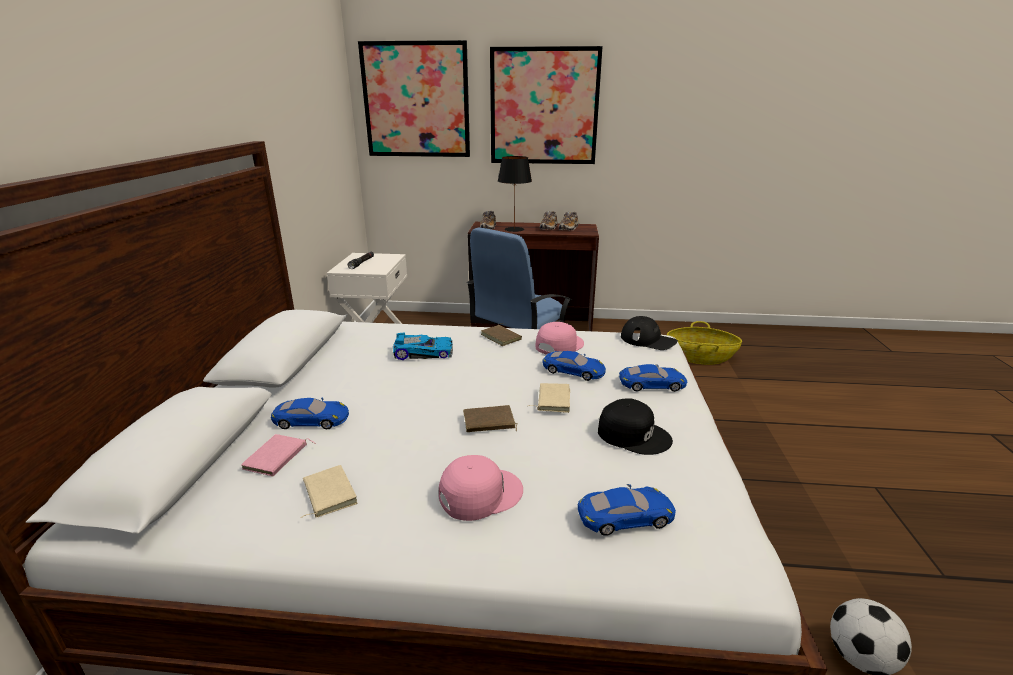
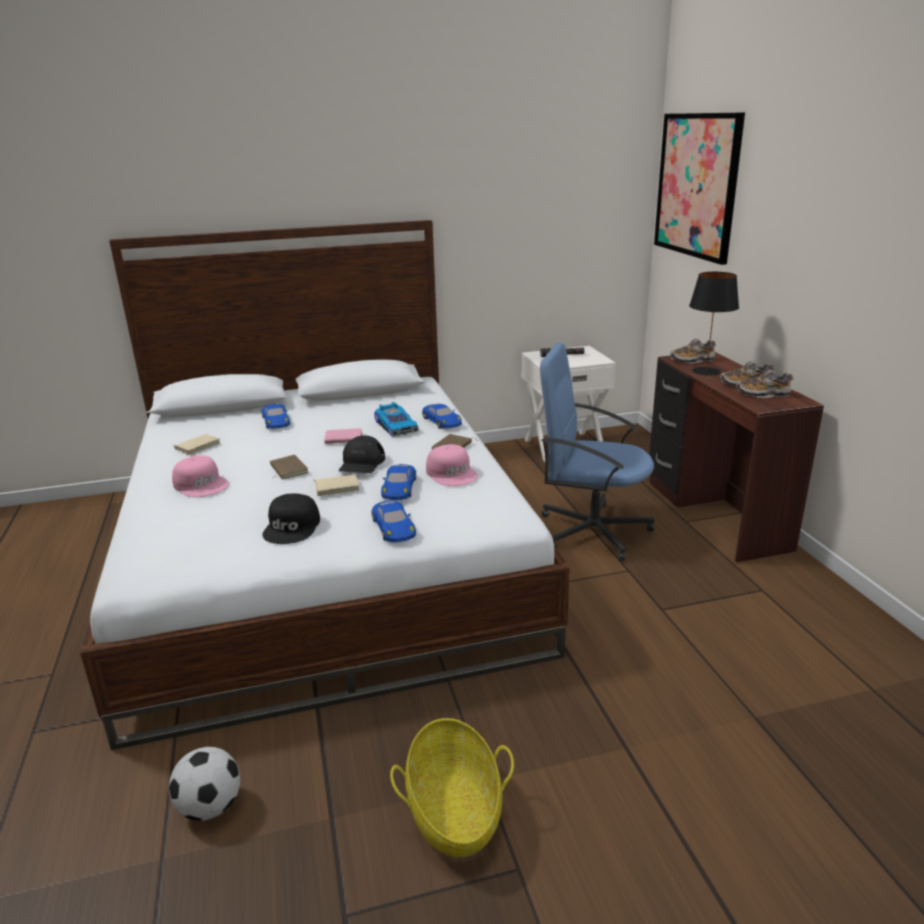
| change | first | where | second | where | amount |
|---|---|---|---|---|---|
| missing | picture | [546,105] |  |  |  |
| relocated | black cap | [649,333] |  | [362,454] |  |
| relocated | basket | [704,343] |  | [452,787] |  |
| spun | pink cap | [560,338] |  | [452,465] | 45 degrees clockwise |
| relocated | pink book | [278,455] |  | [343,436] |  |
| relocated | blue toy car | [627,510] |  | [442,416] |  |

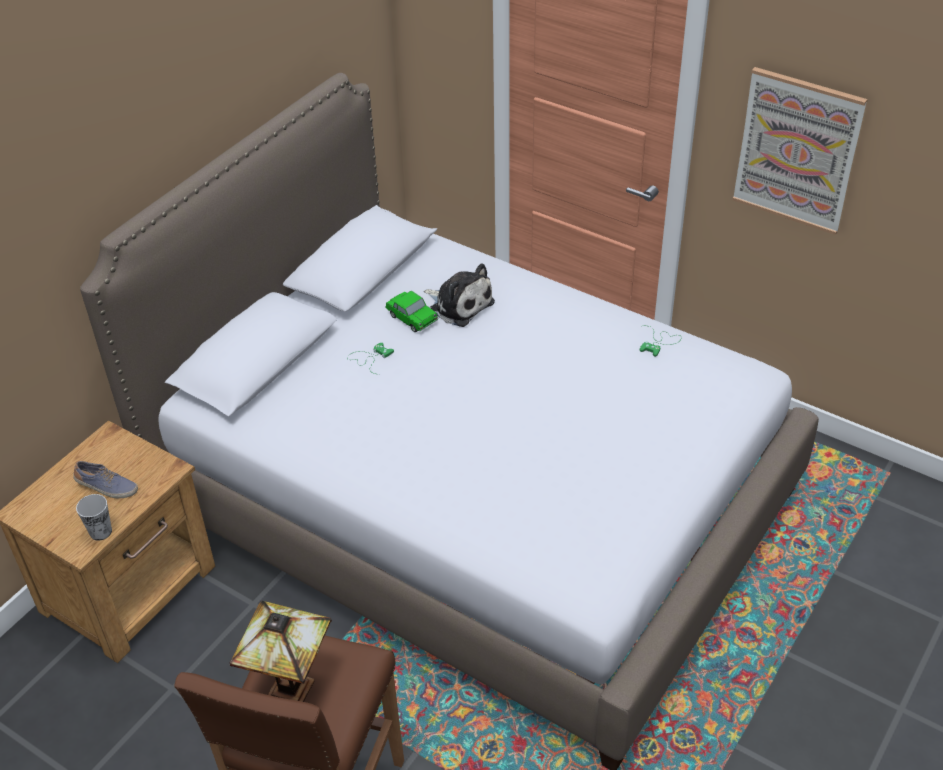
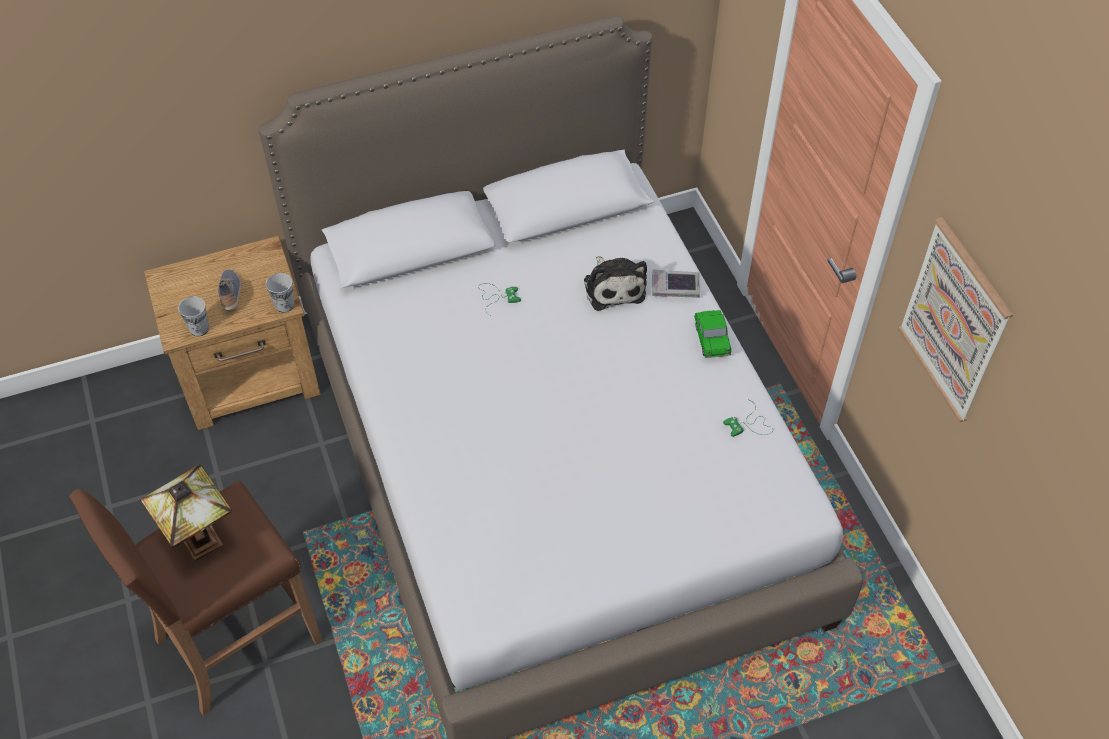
| change | first | where | second | where | amount |
|---|---|---|---|---|---|
| relocated | toy car | [411,311] |  | [712,334] |  |
| spun | shoe | [105,479] |  | [230,290] | 150 degrees counterclockwise |
| appeared |  |  | book | [676,283] |  |
| appeared |  |  | cup | [280,293] |  |

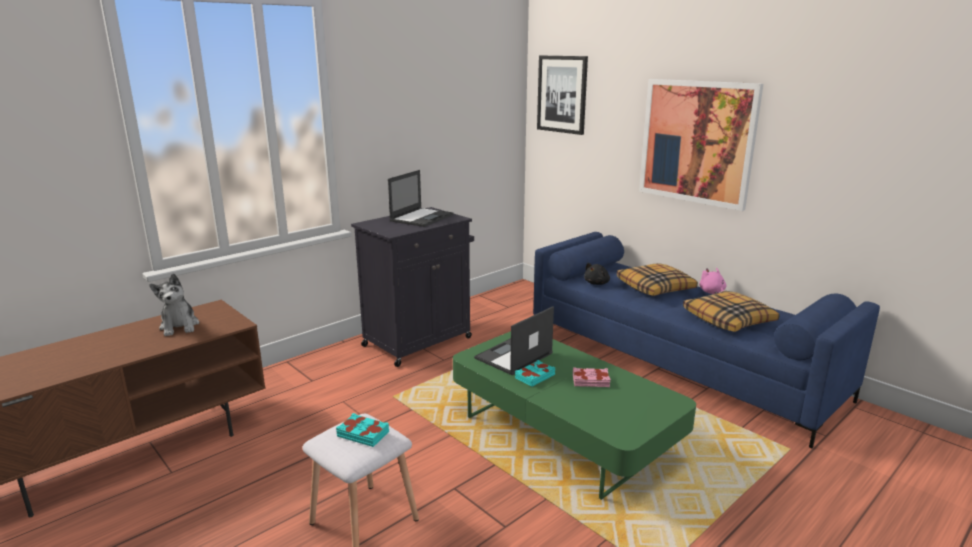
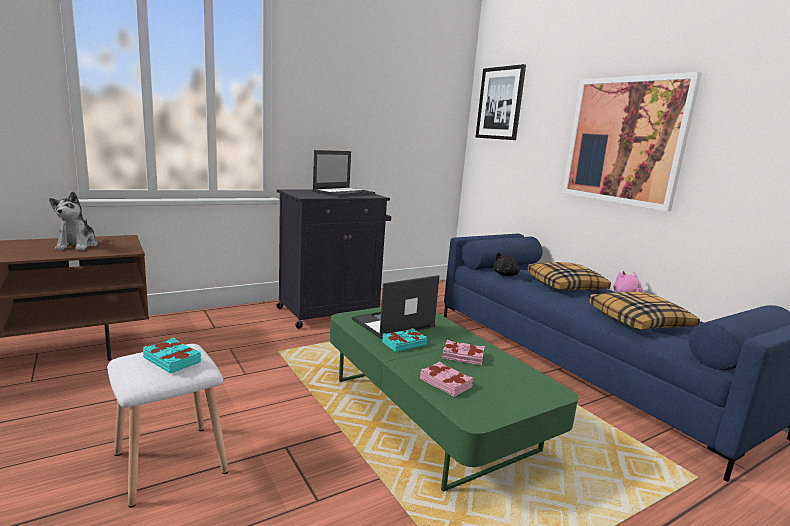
| change | first | where | second | where | amount |
|---|---|---|---|---|---|
| appeared |  |  | pink book | [446,379] |  |

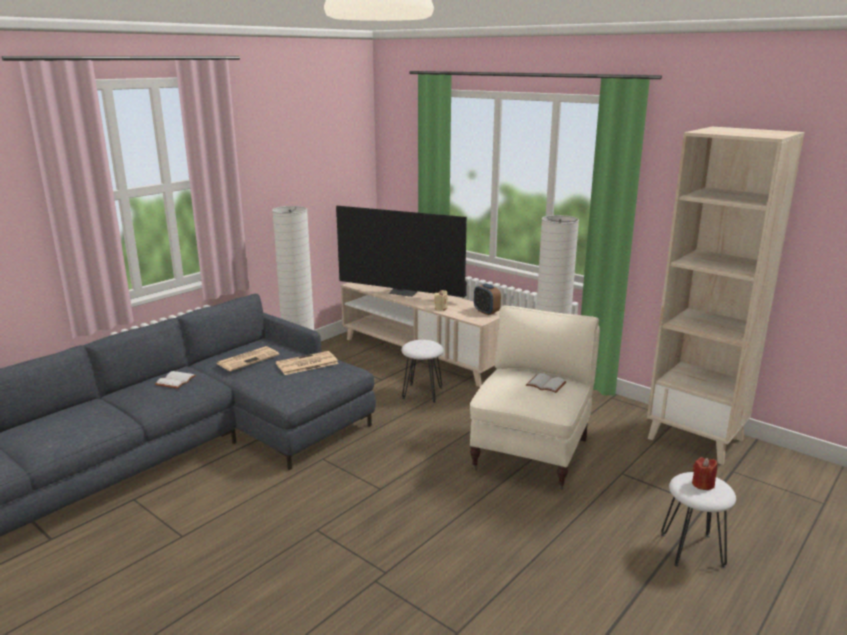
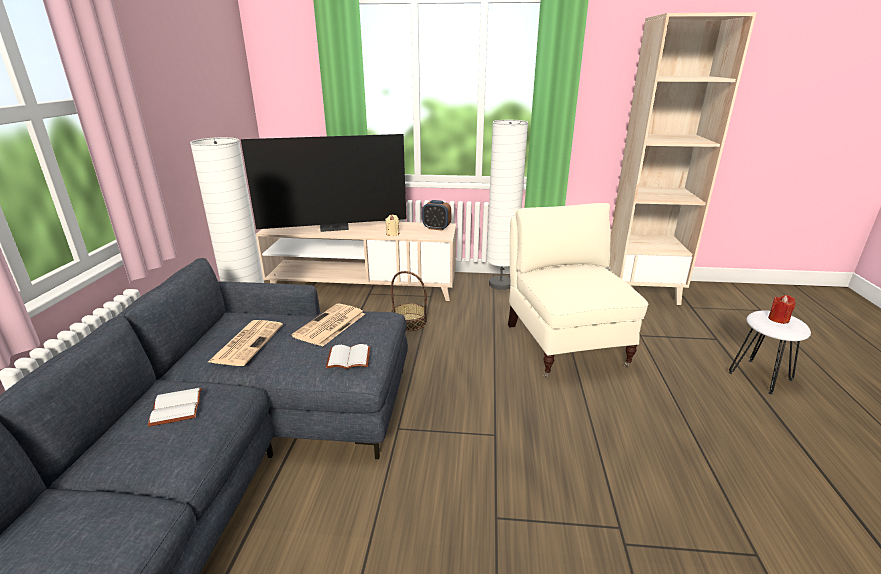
| change | first | where | second | where | amount |
|---|---|---|---|---|---|
| exchanged | white stool | [422,371] | basket | [409,301] |  |
| relocated | white book | [546,383] |  | [348,356] |  |

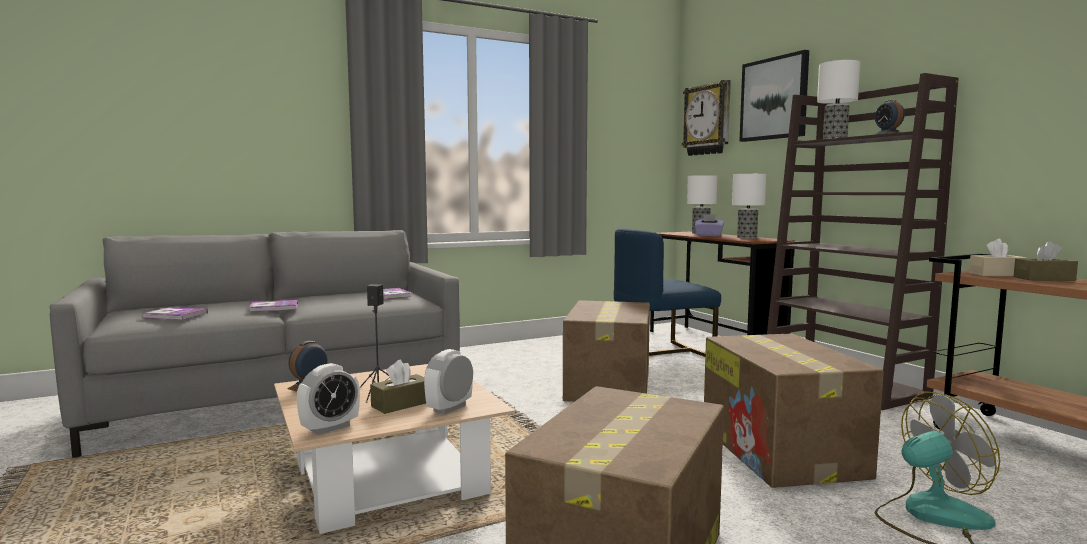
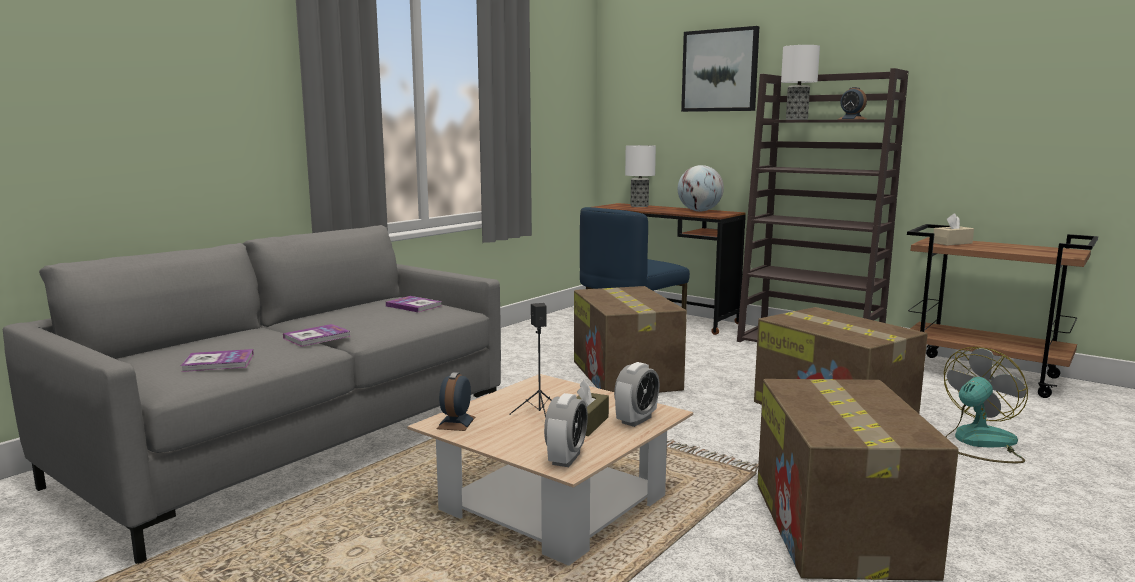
| change | first | where | second | where | amount |
|---|---|---|---|---|---|
| missing | wall clock | [706,118] |  |  |  |
| exchanged | table lamp | [749,206] | globe | [701,188] |  |
| missing | purple tissue box | [709,225] |  |  |  |
| missing | brown tissue box | [1046,261] |  |  |  |
| spun | alarm clock | [448,381] |  | [637,394] | 150 degrees counterclockwise |

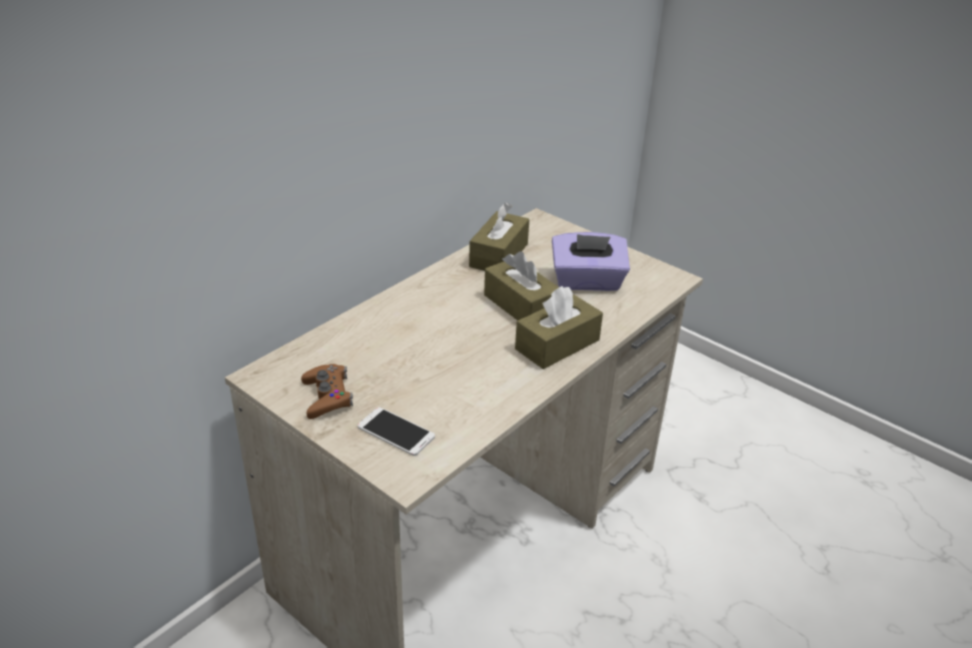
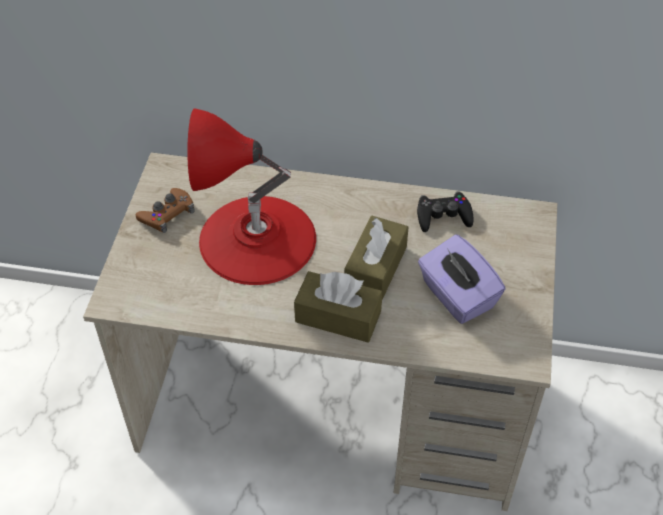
| change | first | where | second | where | amount |
|---|---|---|---|---|---|
| exchanged | brown tissue box | [499,236] | black game controller | [445,211] |  |
| missing | phone | [396,431] |  |  |  |
| appeared |  |  | red table lamp | [251,196] |  |

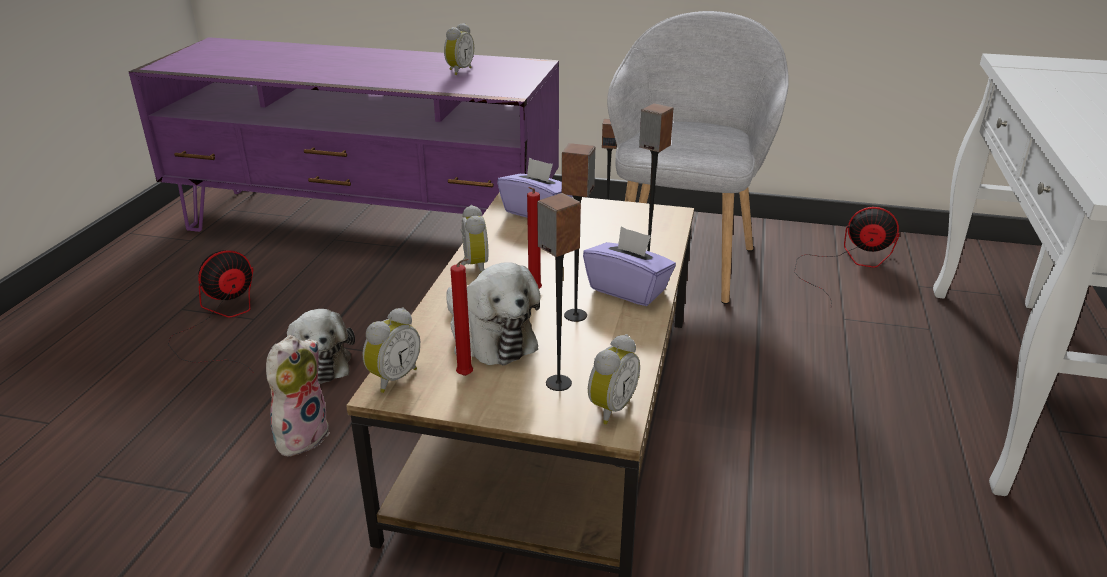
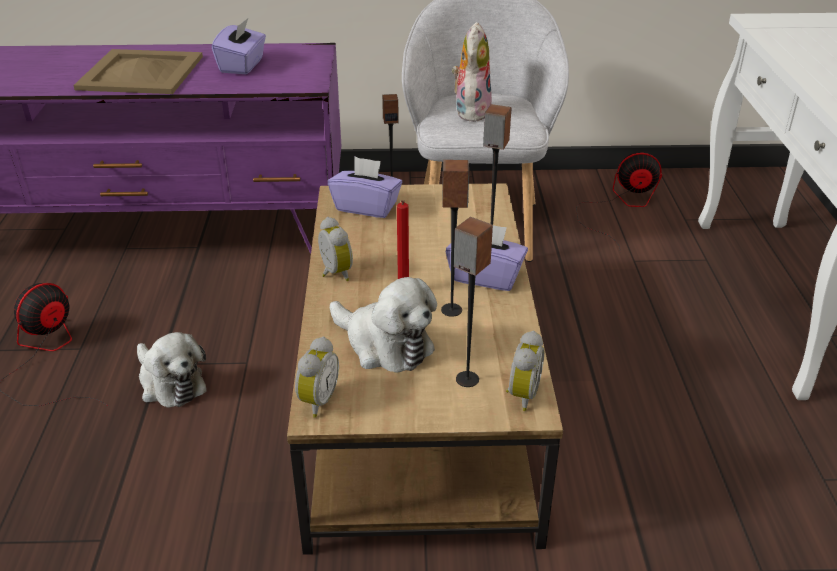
| change | first | where | second | where | amount |
|---|---|---|---|---|---|
| exchanged | alarm clock | [459,49] | purple tissue box | [239,46] |  |
| missing | red candle | [461,317] |  |  |  |
| relocated | plush toy | [298,395] |  | [472,72] |  |
| appeared |  |  | beige tray | [138,71] |  |

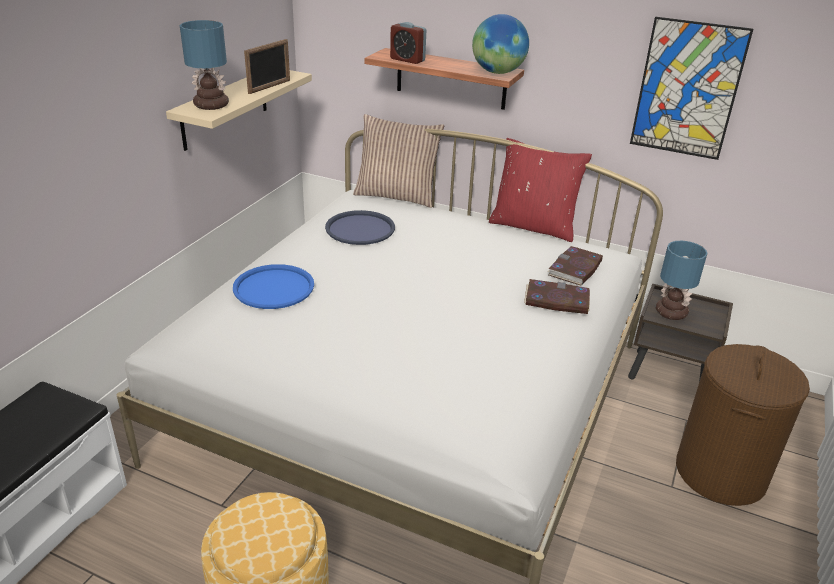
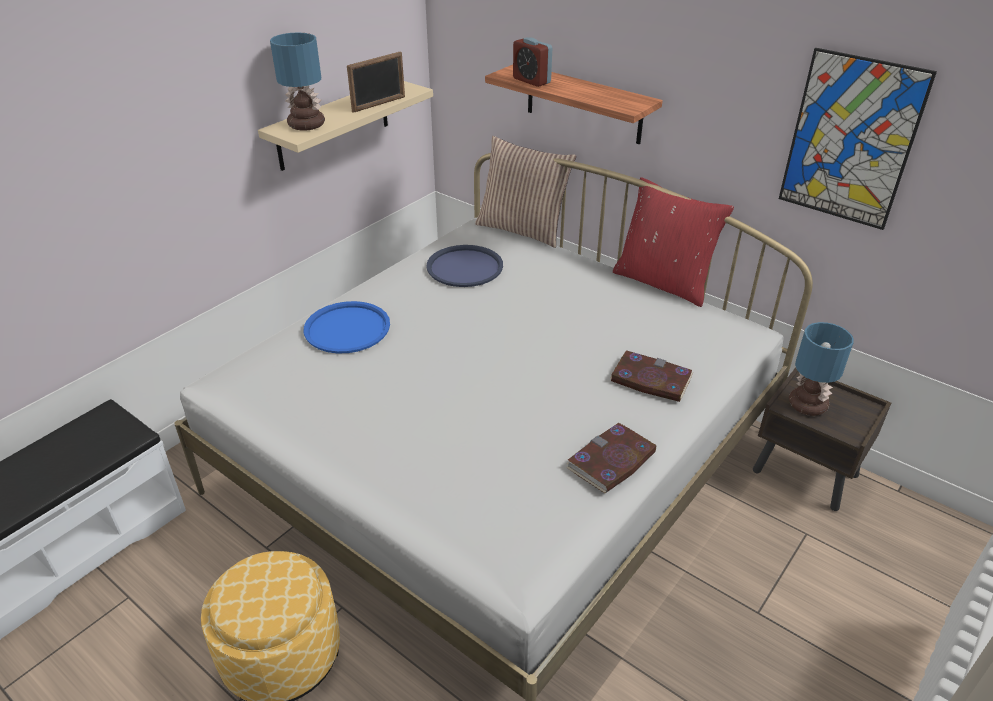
| change | first | where | second | where | amount |
|---|---|---|---|---|---|
| missing | globe | [500,44] |  |  |  |
| relocated | book | [575,266] |  | [611,458] |  |
| missing | brown laundry basket | [743,425] |  |  |  |

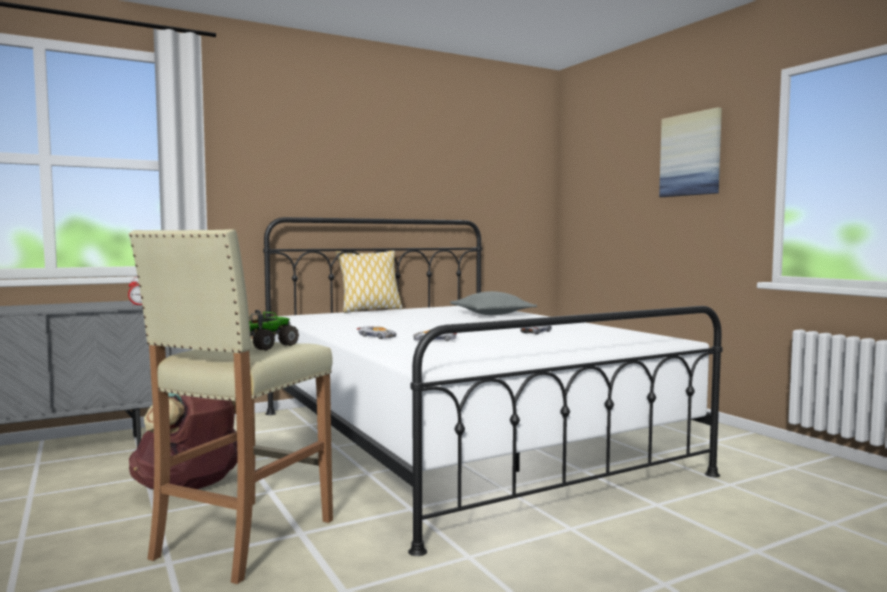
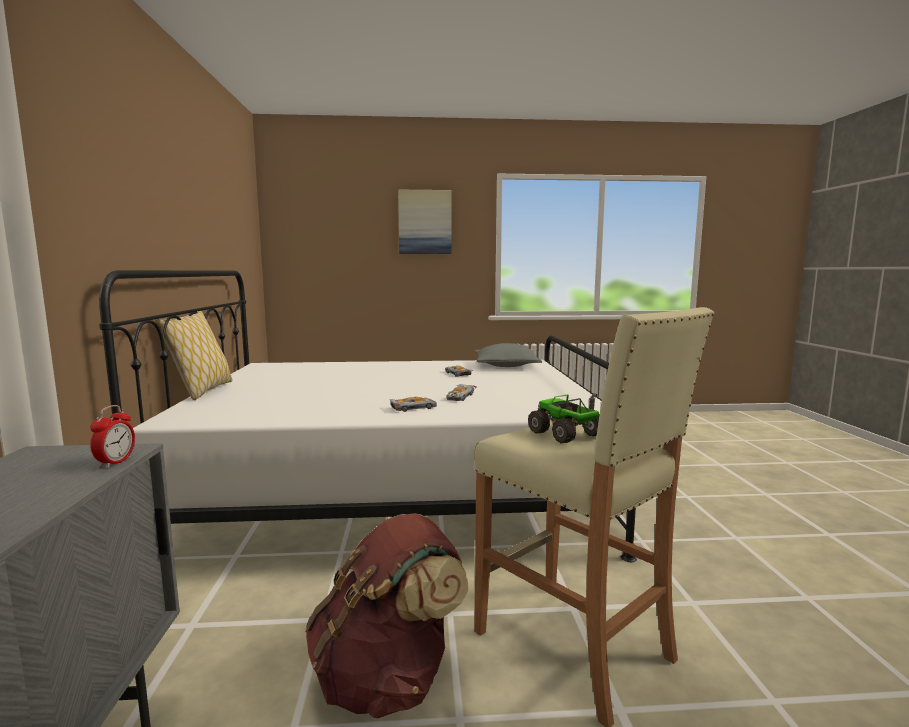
| change | first | where | second | where | amount |
|---|---|---|---|---|---|
| relocated | grey pillow | [493,303] |  | [508,355] |  |

